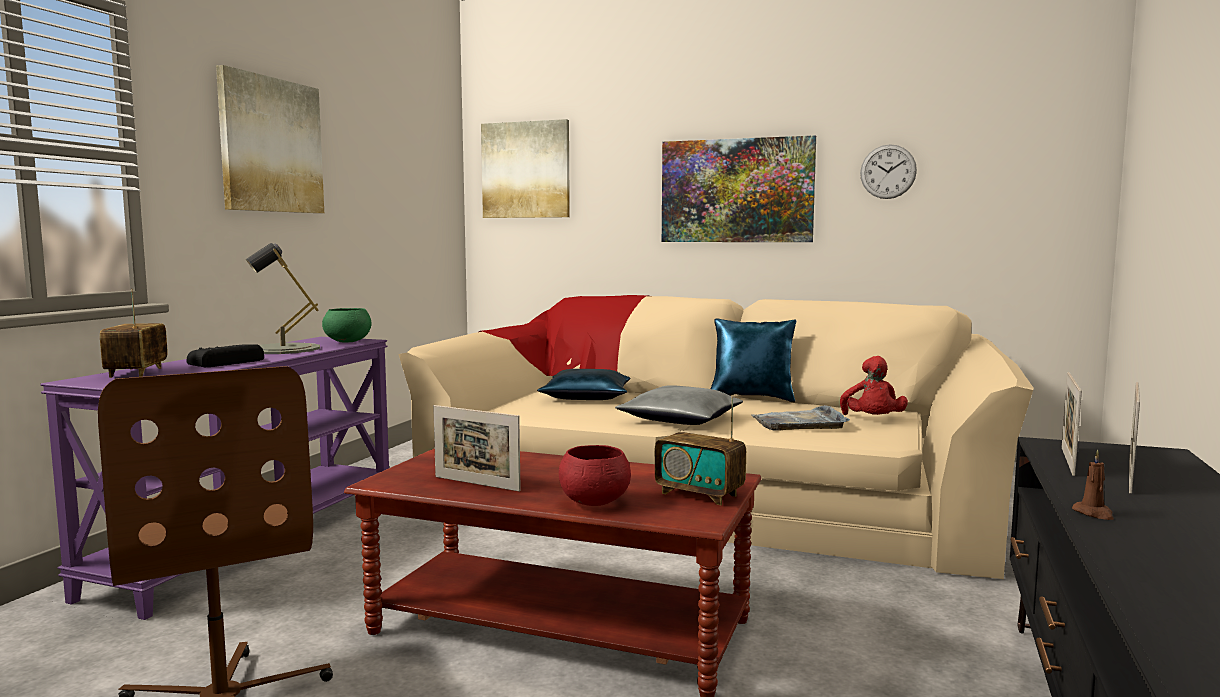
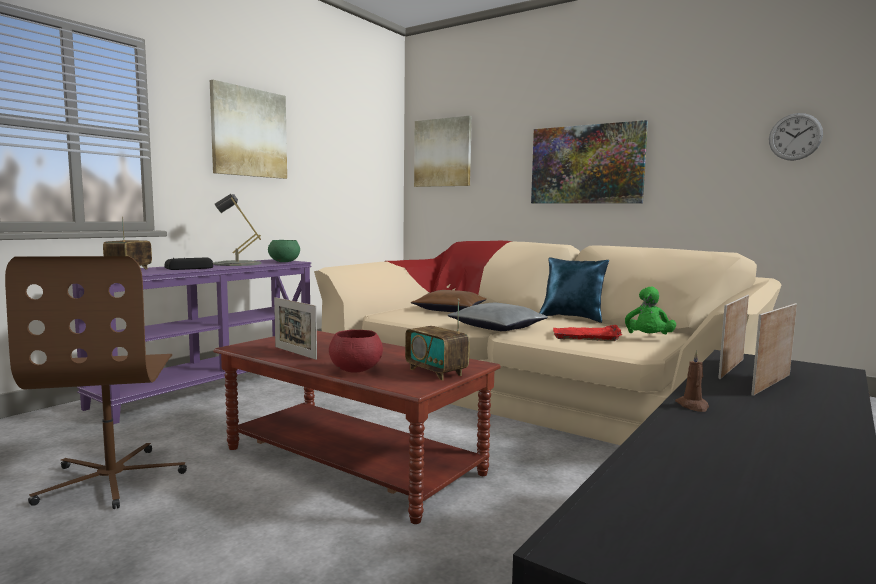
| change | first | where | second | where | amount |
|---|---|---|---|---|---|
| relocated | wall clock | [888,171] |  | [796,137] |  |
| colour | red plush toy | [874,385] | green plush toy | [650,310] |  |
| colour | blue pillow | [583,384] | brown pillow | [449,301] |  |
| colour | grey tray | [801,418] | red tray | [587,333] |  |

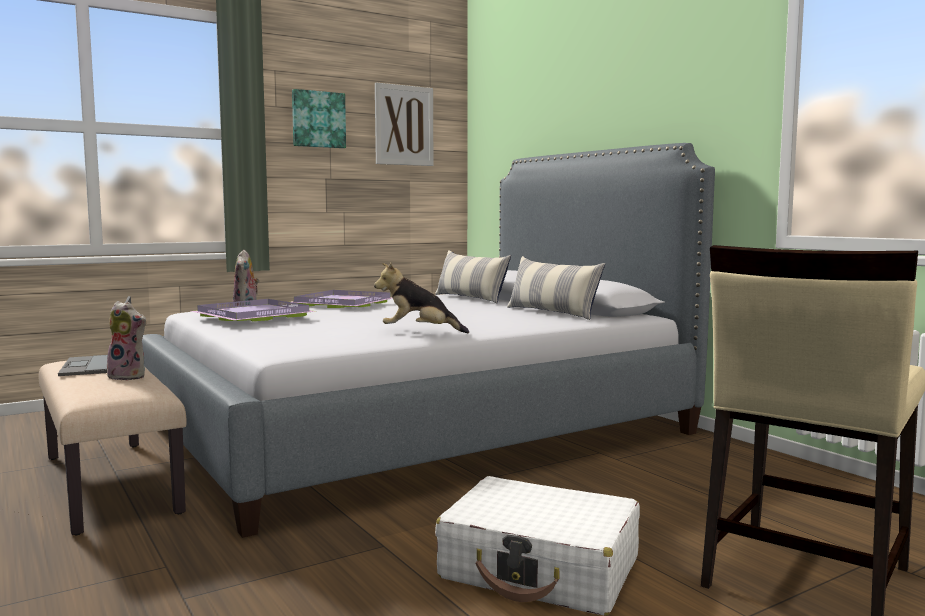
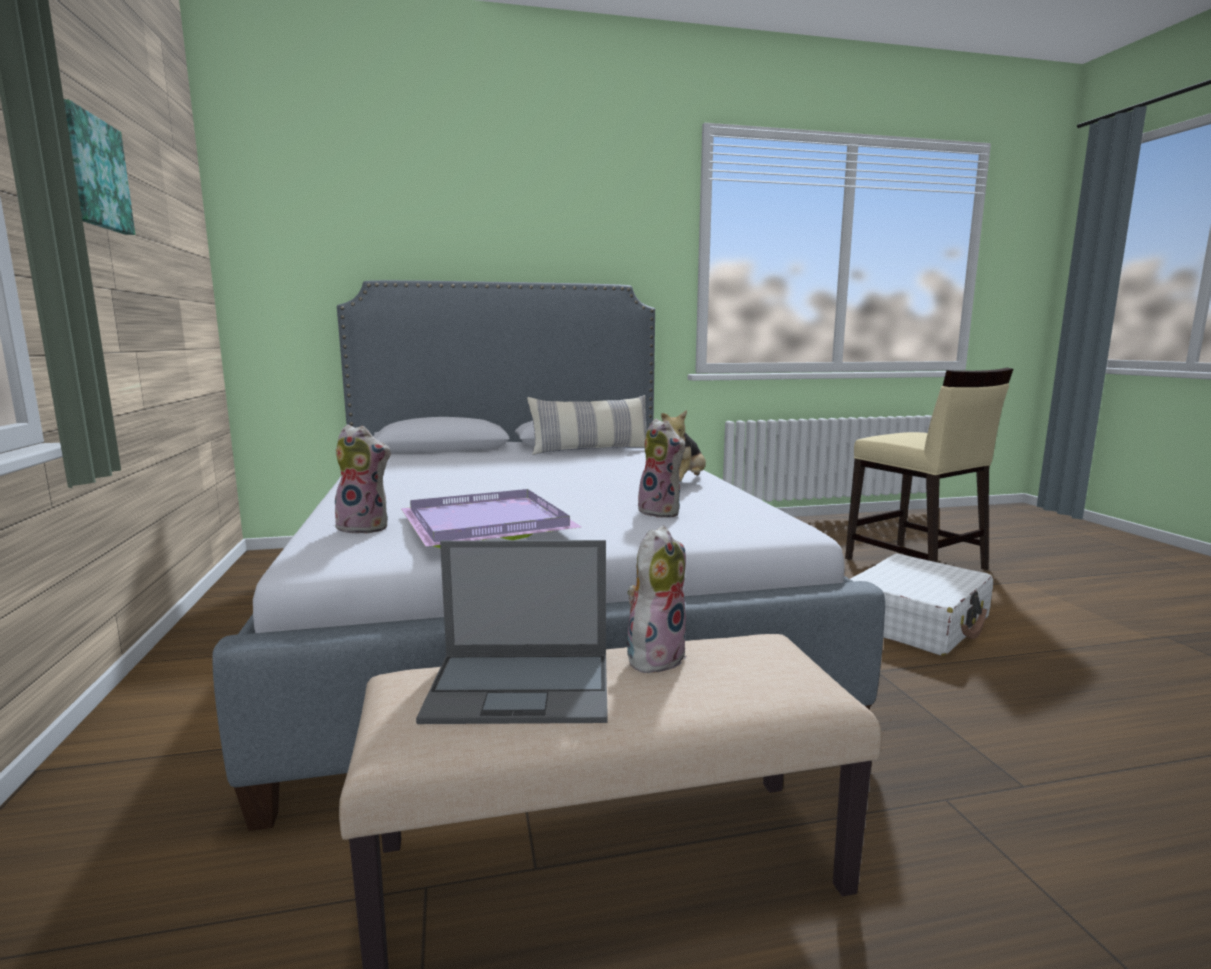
| change | first | where | second | where | amount |
|---|---|---|---|---|---|
| missing | picture | [404,124] |  |  |  |
| missing | pillow | [473,276] |  |  |  |
| missing | purple tray | [342,299] |  |  |  |
| appeared |  |  | plush toy | [661,468] |  |

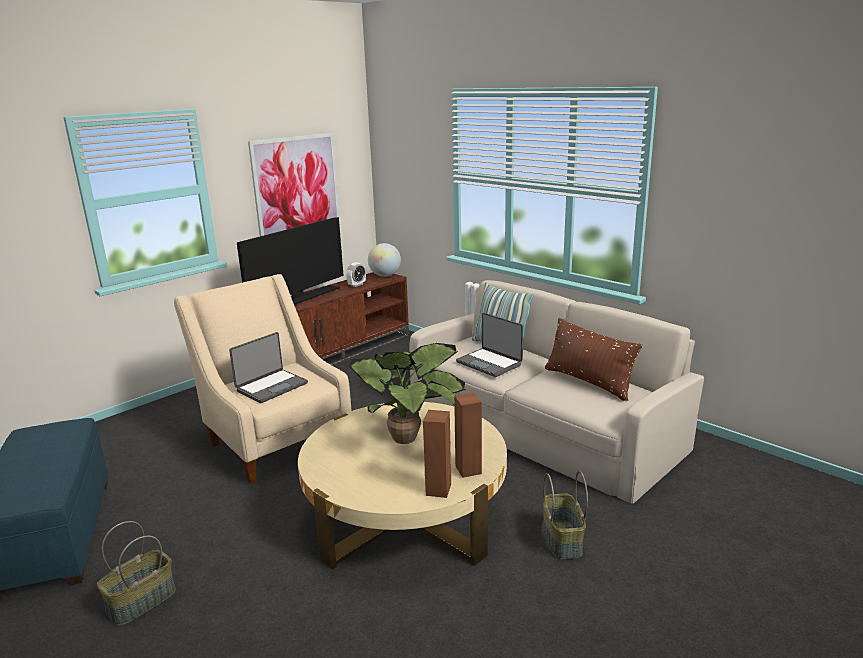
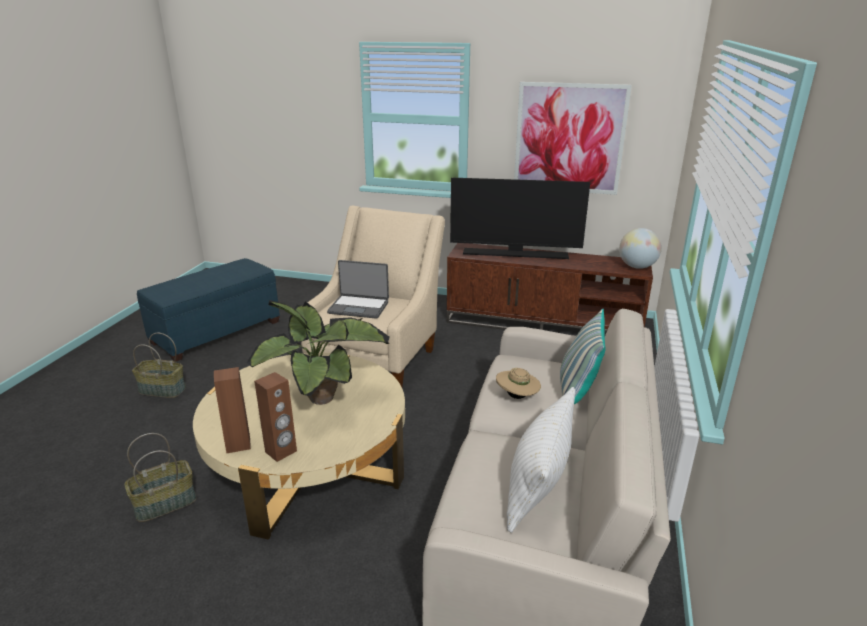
| change | first | where | second | where | amount |
|---|---|---|---|---|---|
| missing | alarm clock | [356,274] |  |  |  |
| exchanged | laptop | [490,345] | beige hat | [518,383] |  |
| colour | brown pillow | [593,359] | white pillow | [541,460] |  |
| relocated | basket | [565,515] |  | [160,477] |  |

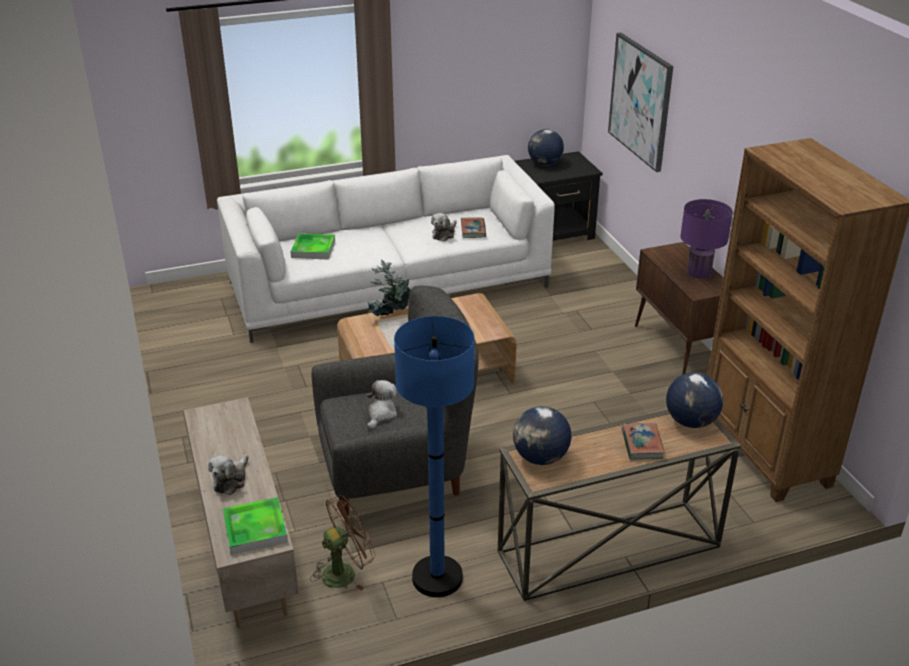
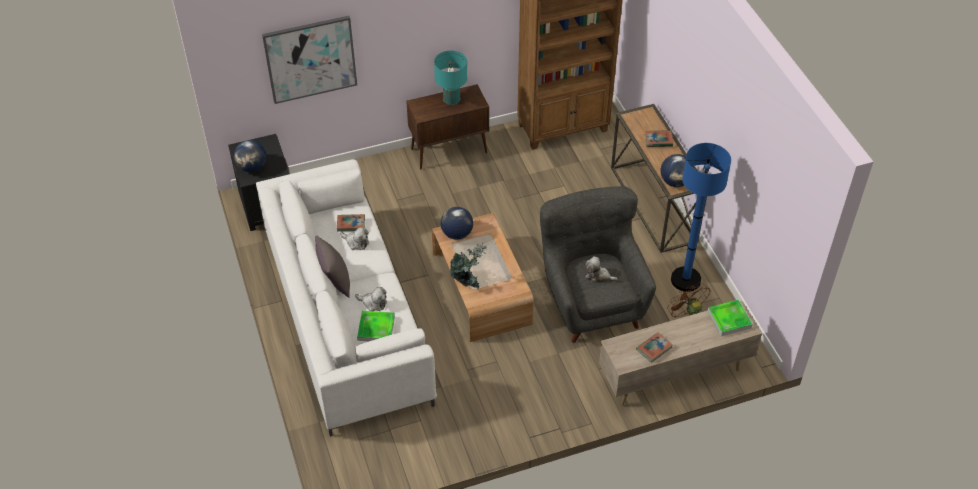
| change | first | where | second | where | amount |
|---|---|---|---|---|---|
| colour | purple table lamp | [706,239] | turquoise table lamp | [450,78] |  |
| relocated | globe | [694,400] |  | [456,223] |  |
| relocated | plush toy | [228,475] |  | [371,299] |  |
| appeared |  |  | grey pillow | [332,266] |  |
| appeared |  |  | book | [654,347] |  |

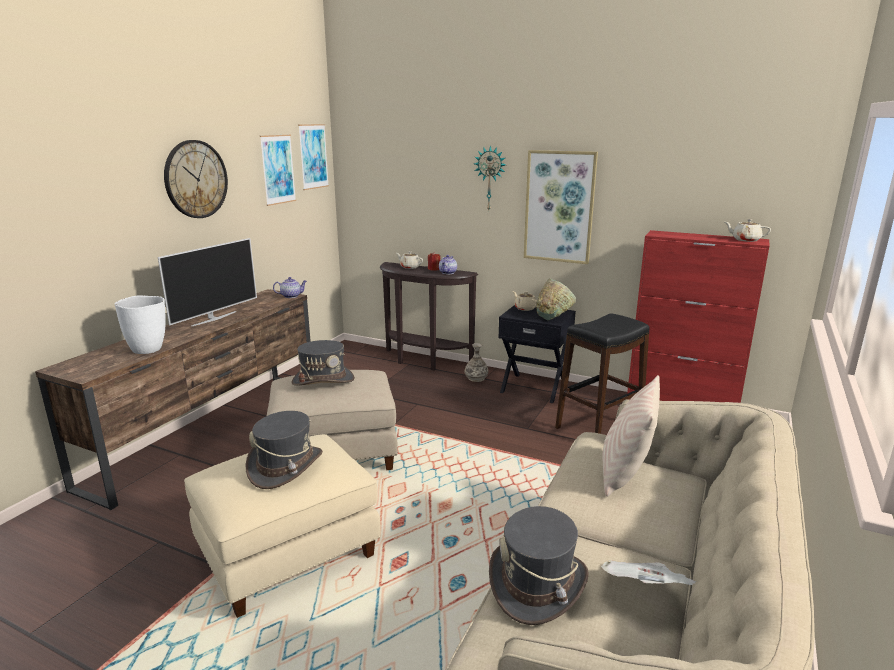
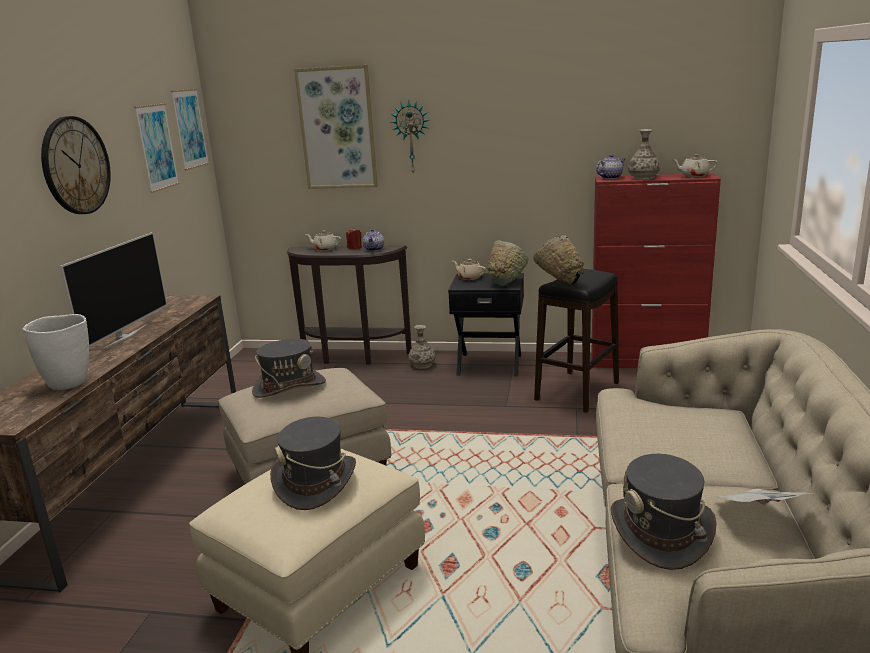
| change | first | where | second | where | amount |
|---|---|---|---|---|---|
| relocated | picture | [561,207] |  | [336,127] |  |
| relocated | teapot | [290,287] |  | [610,167] |  |
| missing | beige pillow | [631,436] |  |  |  |
| appeared |  |  | vase | [644,154] |  |
| appeared |  |  | black bowl | [558,260] |  |

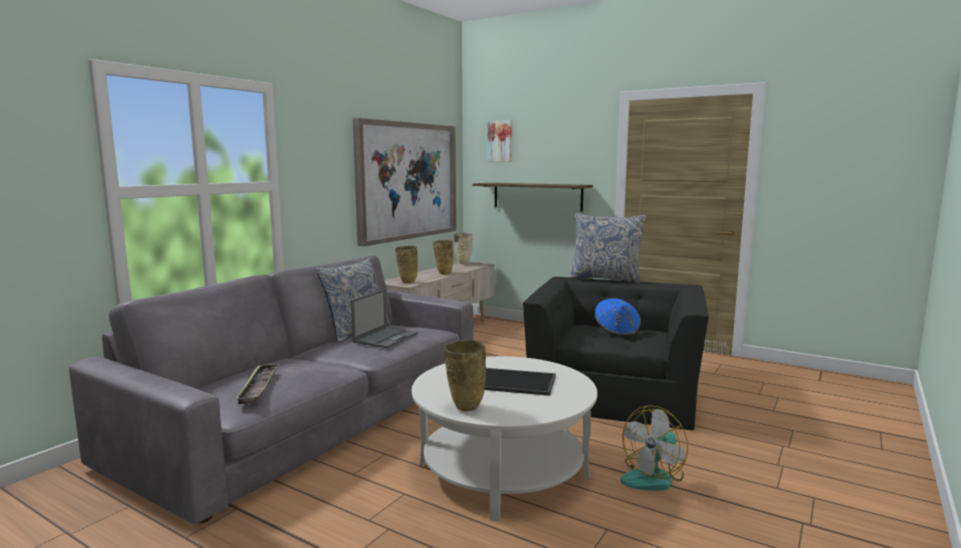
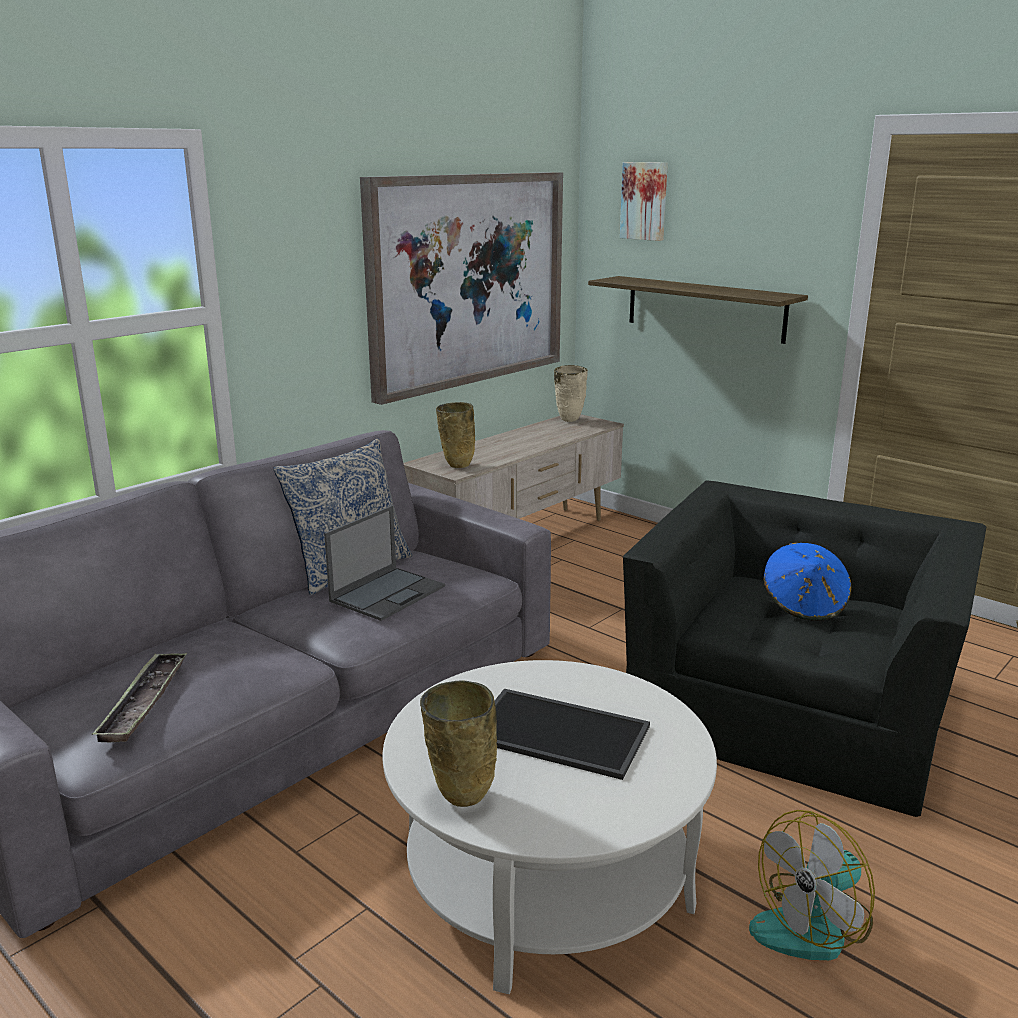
| change | first | where | second | where | amount |
|---|---|---|---|---|---|
| missing | pillow | [607,248] |  |  |  |
| missing | beige vase | [443,257] |  |  |  |

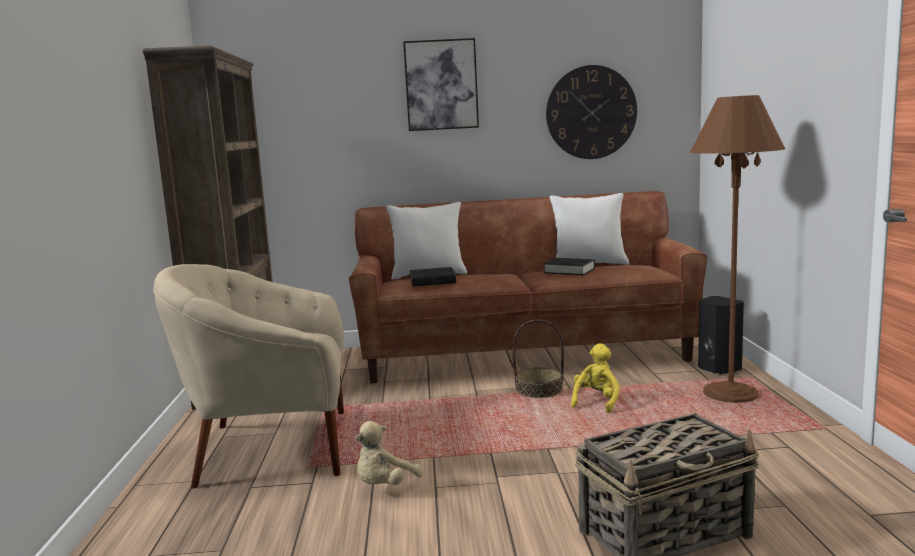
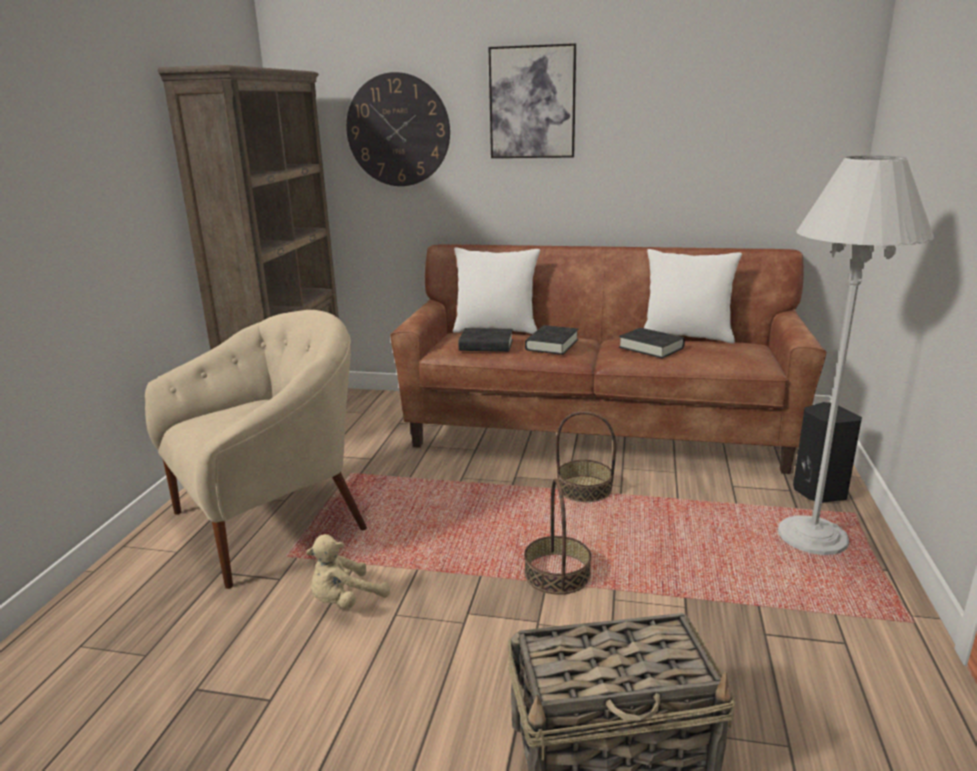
| change | first | where | second | where | amount |
|---|---|---|---|---|---|
| relocated | wall clock | [591,112] |  | [398,129] |  |
| colour | brown floor lamp | [737,249] | white floor lamp | [856,355] |  |
| spun | beige armchair | [248,376] |  | [256,449] | 135 degrees clockwise |
| missing | yellow plush toy | [595,378] |  |  |  |
| appeared |  |  | black book | [551,340] |  |
| appeared |  |  | basket | [557,536] |  |

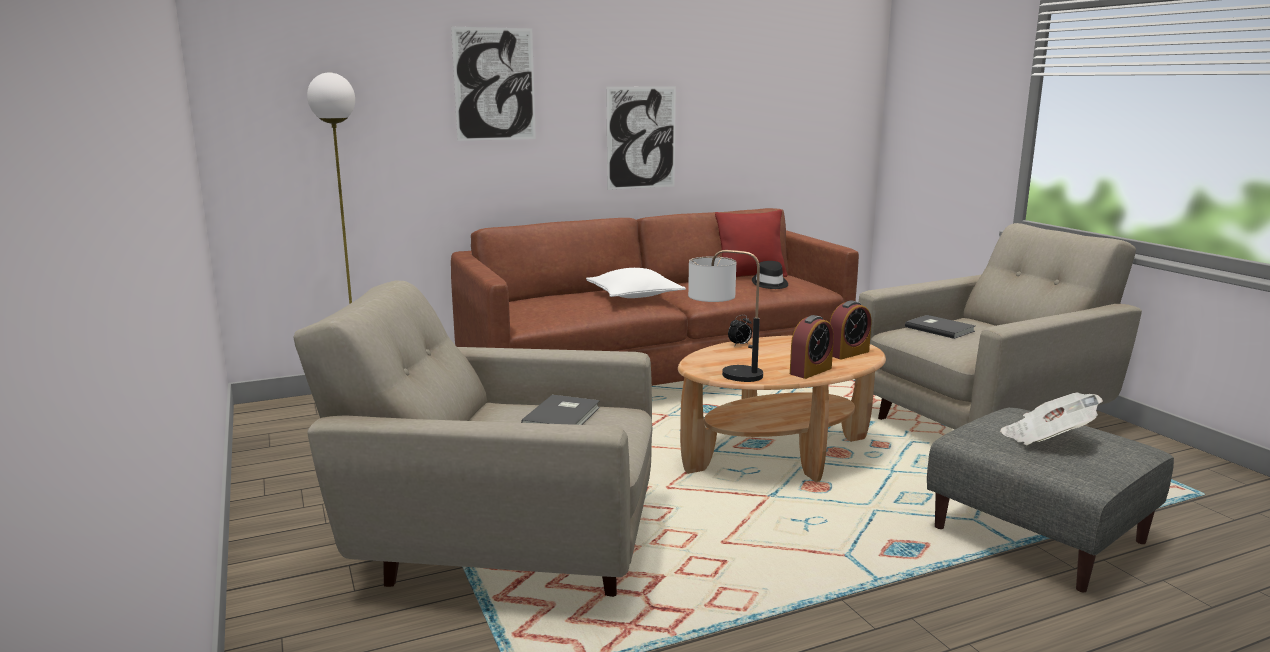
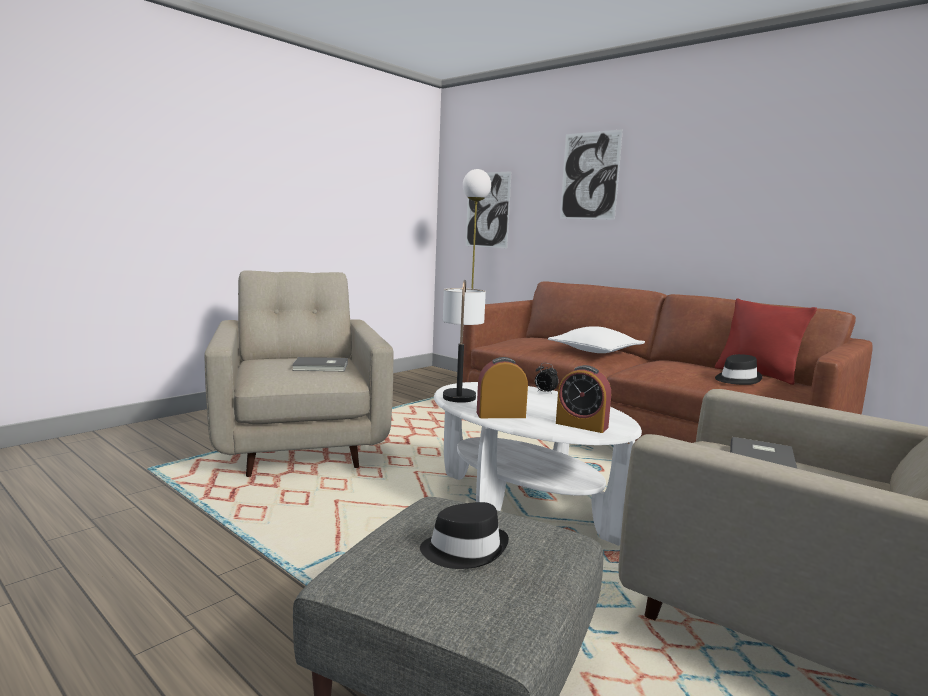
| change | first | where | second | where | amount |
|---|---|---|---|---|---|
| relocated | picture | [641,138] |  | [489,209] |  |
| spun | alarm clock | [812,347] |  | [502,387] | 150 degrees clockwise |
| colour | brown coffee table | [782,408] | white coffee table | [538,464] |  |
| exchanged | newspaper | [1051,419] | black hat | [464,535] |  |

